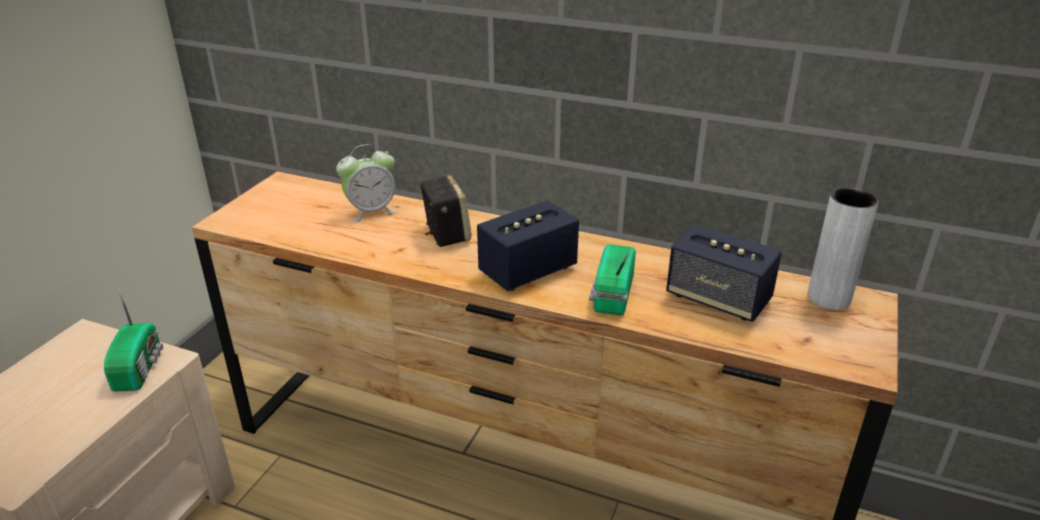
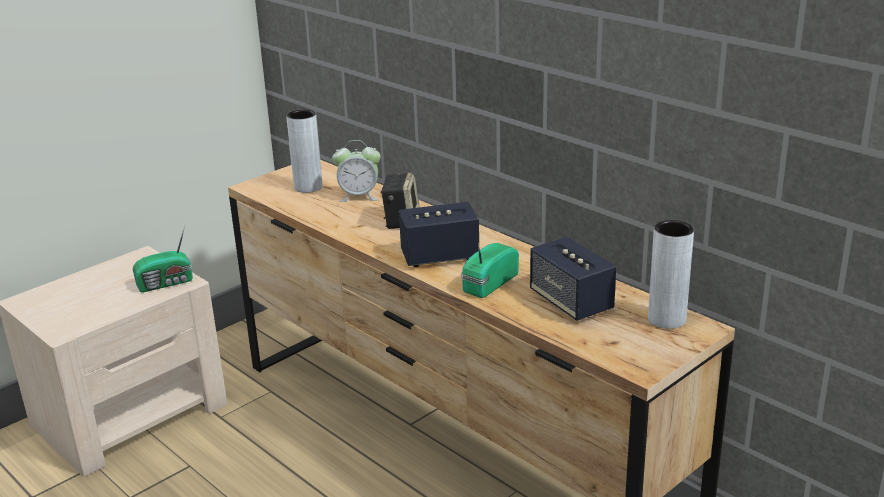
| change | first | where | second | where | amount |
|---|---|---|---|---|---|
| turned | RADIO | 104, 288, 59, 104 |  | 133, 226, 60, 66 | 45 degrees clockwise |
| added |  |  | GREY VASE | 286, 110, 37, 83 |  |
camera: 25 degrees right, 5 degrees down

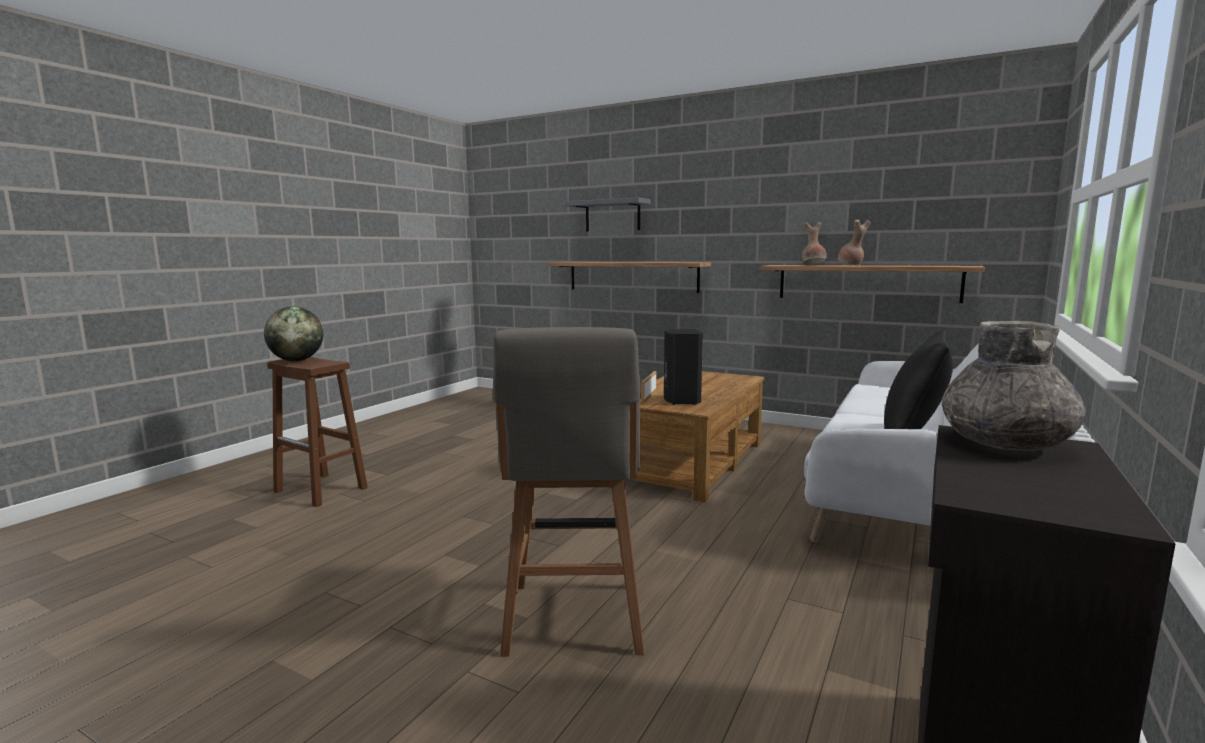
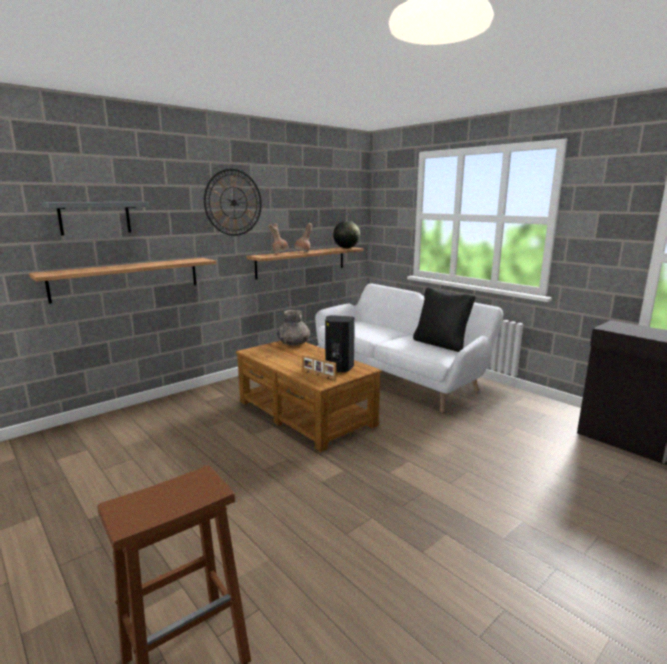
| change | first | where | second | where | amount |
|---|---|---|---|---|---|
| added |  |  | WALL CLOCK | 204, 169, 58, 67 |  |
| moved | GREY VASE | 942, 321, 144, 130 |  | 277, 310, 33, 36 |  |
| moved | GLOBE | 264, 306, 59, 55 |  | 333, 221, 27, 27 |  |
| removed | GREY STOOL | 493, 327, 151, 330 |  |  |  |
camera: 70 degrees left, 5 degrees up

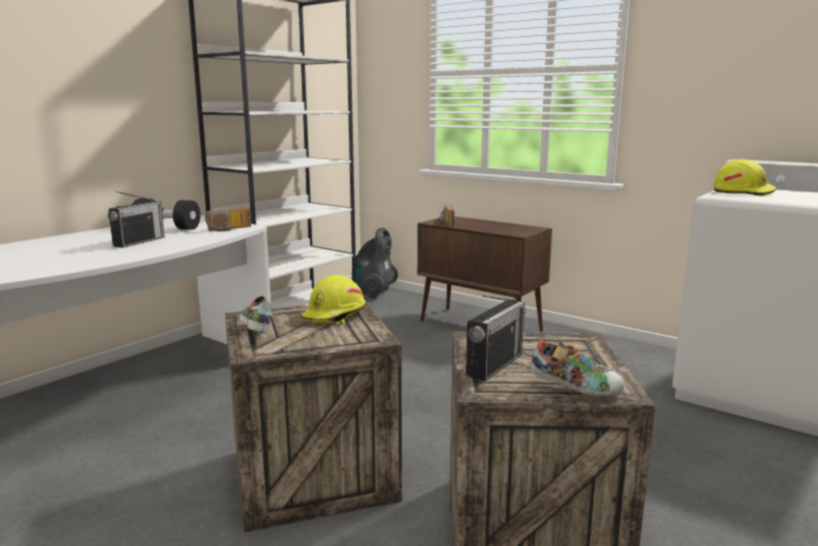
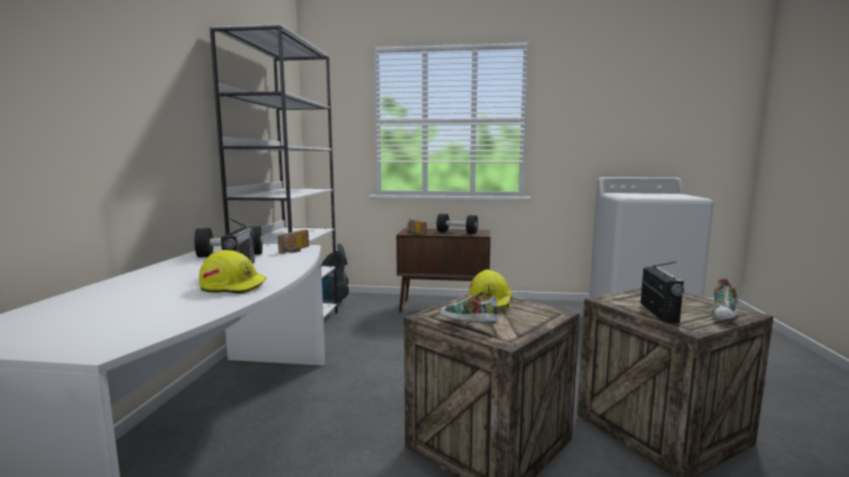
| change | first | where | second | where | amount |
|---|---|---|---|---|---|
| moved | YELLOW HARD HAT | 714, 159, 62, 37 |  | 199, 250, 67, 44 |  |
| added |  |  | BLACK DUMBBELL | 437, 214, 41, 20 |  |
| turned | SHOE | 530, 339, 94, 58 |  | 712, 278, 26, 43 | 135 degrees clockwise |
camera: 30 degrees left, 5 degrees down

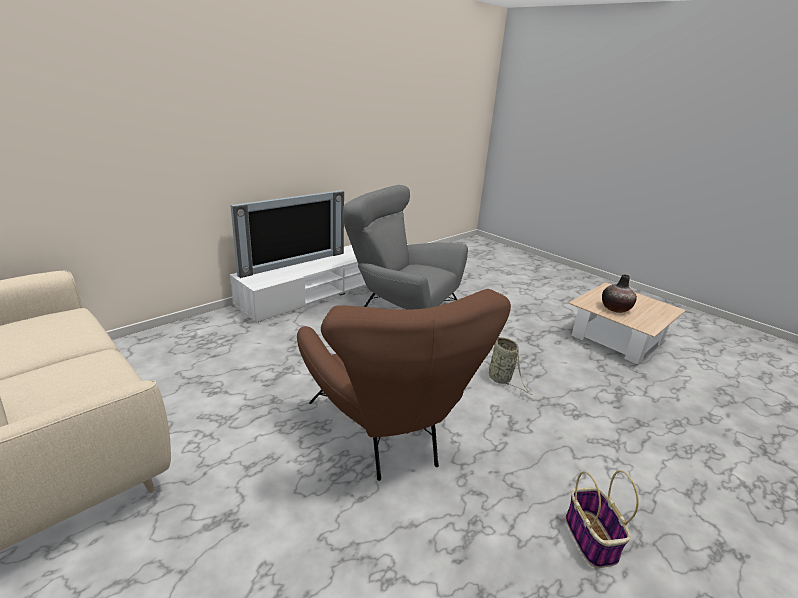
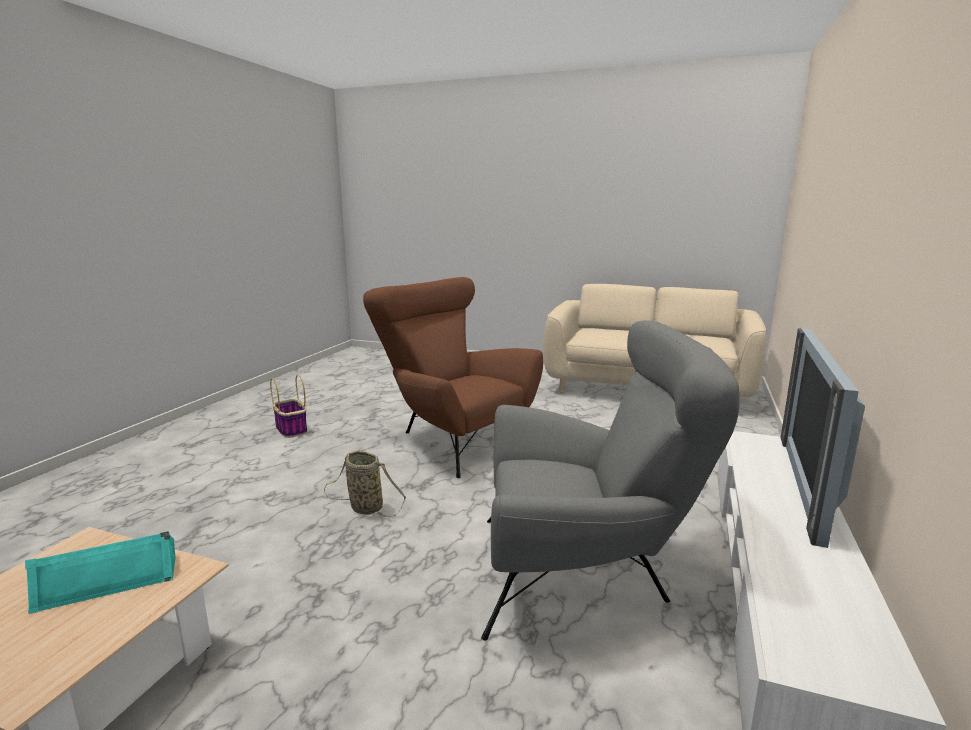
| change | first | where | second | where | amount |
|---|---|---|---|---|---|
| replaced | VASE | 602, 275, 35, 38 | TURQUOISE SPEAKER | 25, 531, 151, 83 |  |
camera: 155 degrees right, 10 degrees down

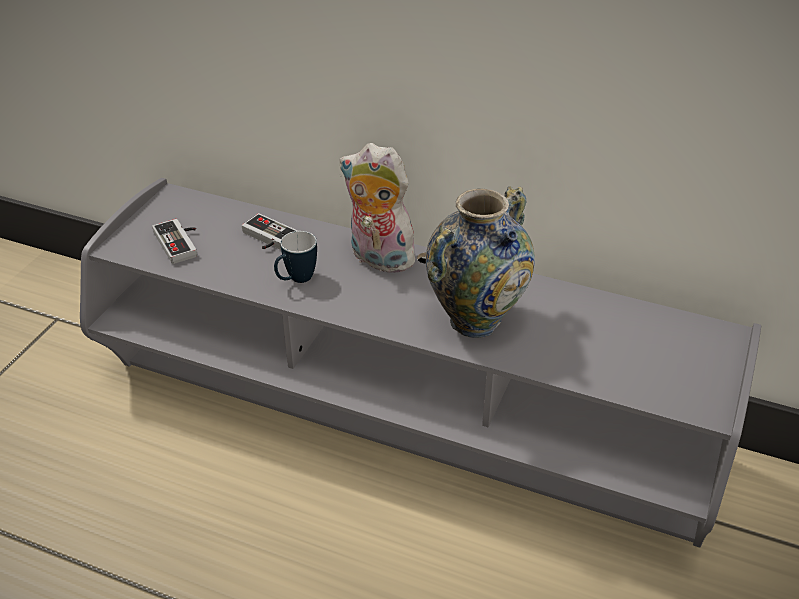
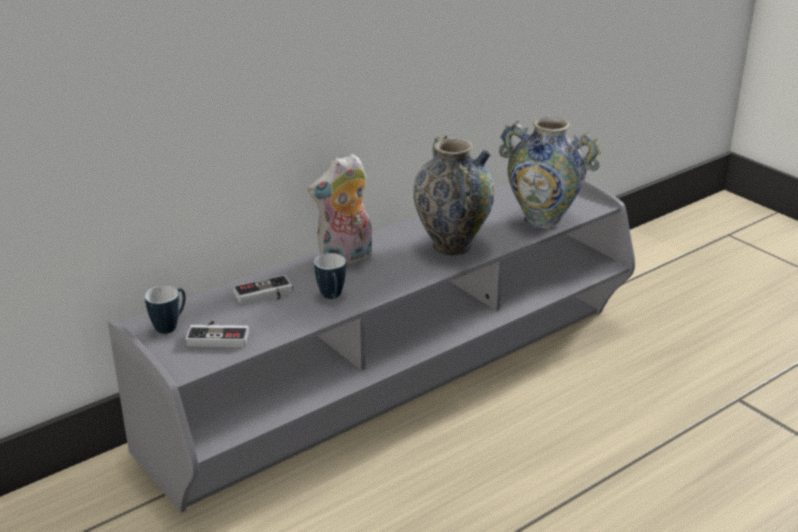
| change | first | where | second | where | amount |
|---|---|---|---|---|---|
| added |  |  | MUG | 145, 285, 41, 49 |  |
| added |  |  | VASE | 499, 116, 102, 113 |  |
camera: 60 degrees left, 10 degrees down

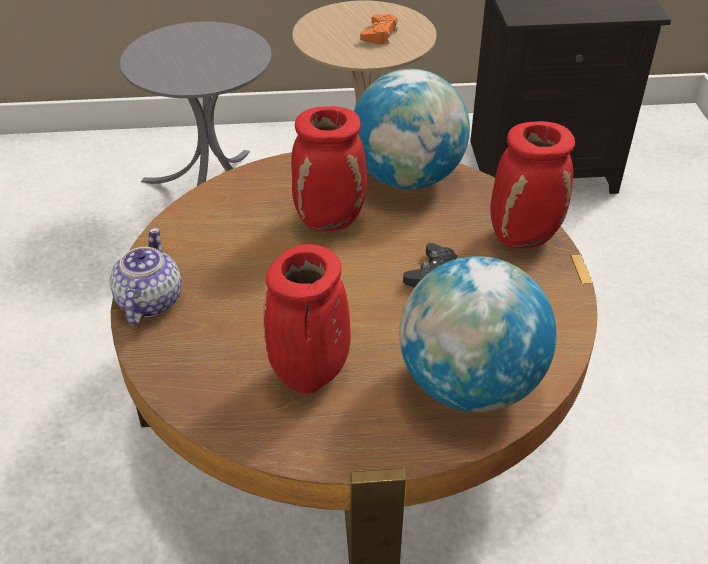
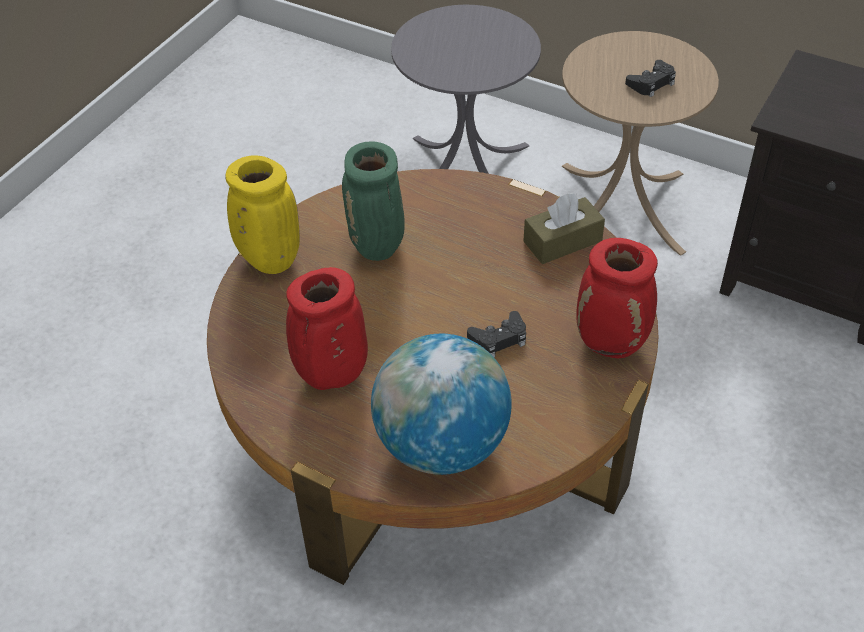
| change | first | where | second | where | amount |
|---|---|---|---|---|---|
| replaced | TEAPOT | 110, 228, 72, 97 | YELLOW VASE | 225, 155, 75, 119 |  |
| added |  |  | GREEN VASE | 342, 141, 63, 120 |  |
| replaced | GLOBE | 354, 69, 116, 120 | BROWN TISSUE BOX | 523, 193, 82, 71 |  |
| recoloured | ORANGE GAME CONTROLLER | 360, 14, 38, 30 | BLACK GAME CONTROLLER | 625, 60, 51, 37 |  |
| removed | RED VASE | 291, 106, 76, 125 |  |  |  |
camera: 35 degrees right, 5 degrees up

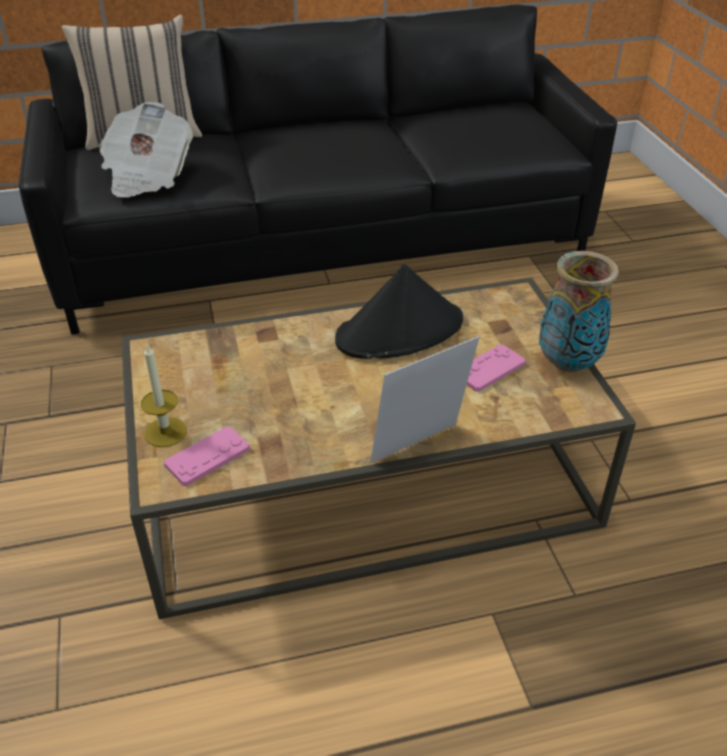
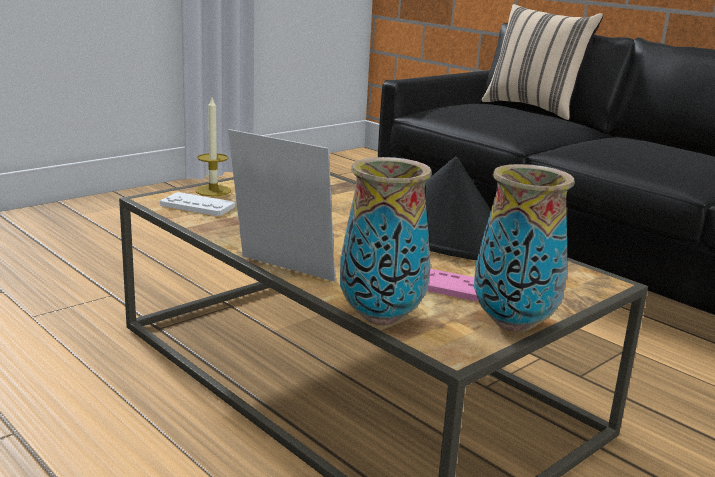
| change | first | where | second | where | amount |
|---|---|---|---|---|---|
| recoloured | PINK GAME CONTROLLER | 164, 426, 86, 60 | WHITE GAME CONTROLLER | 160, 192, 75, 24 |  |
| added |  |  | VASE | 340, 157, 92, 168 |  |
| removed | NEWSPAPER | 99, 102, 94, 95 |  |  |  |
camera: 60 degrees right, 20 degrees down

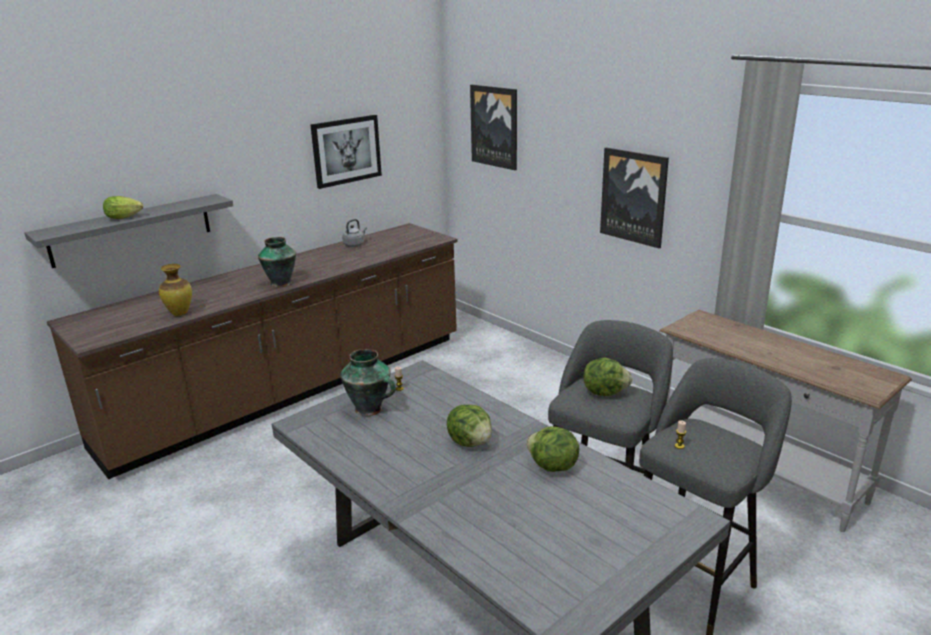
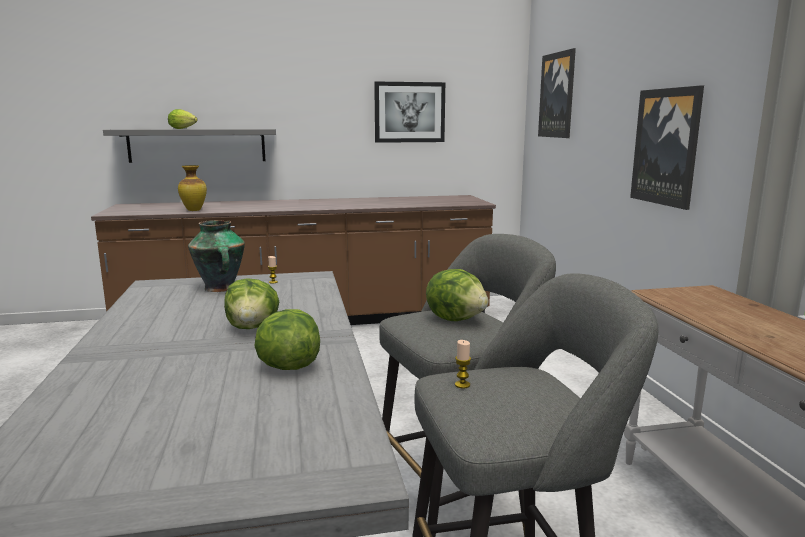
| change | first | where | second | where | amount |
|---|---|---|---|---|---|
| removed | VASE | 258, 237, 38, 50 |  |  |  |
| removed | GREY KETTLE | 342, 219, 25, 28 |  |  |  |
camera: 30 degrees right, 10 degrees down

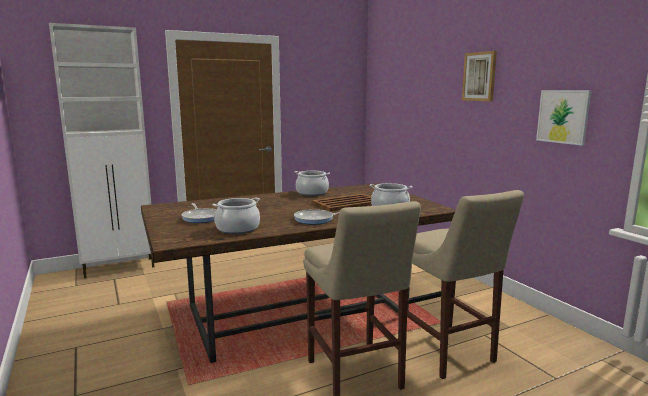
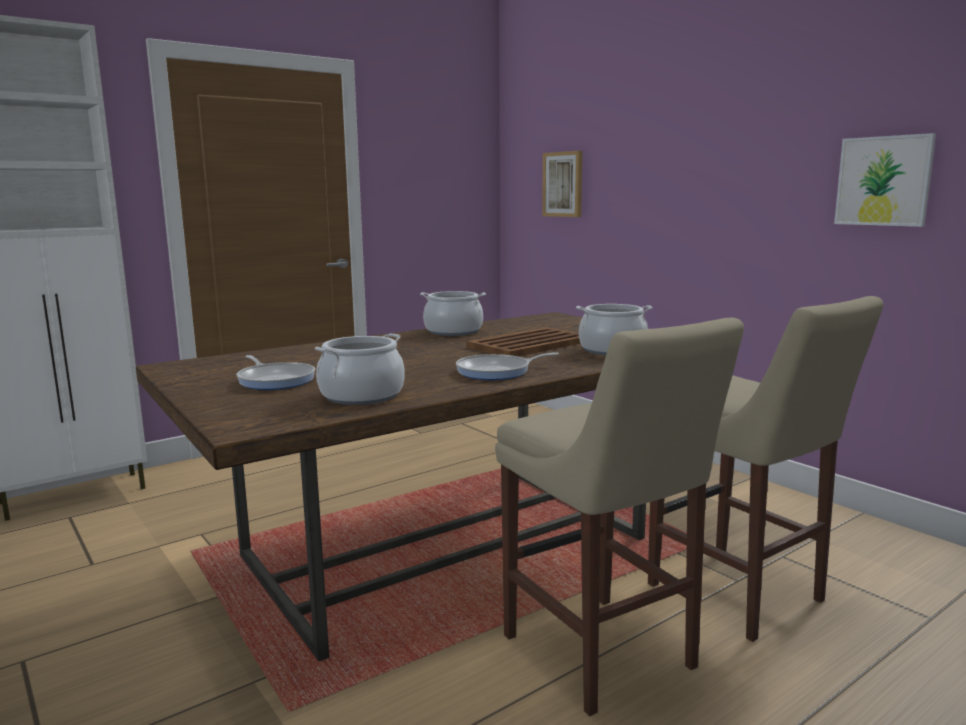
| change | first | where | second | where | amount |
|---|---|---|---|---|---|
| moved | PICTURE | 462, 51, 35, 50 |  | 542, 151, 40, 66 |  |
camera: 10 degrees left, 0 degrees up

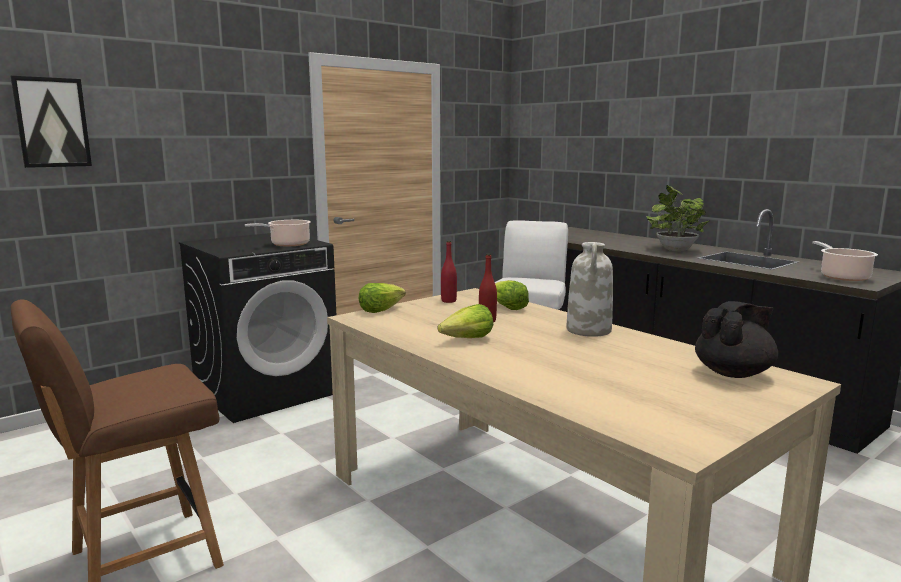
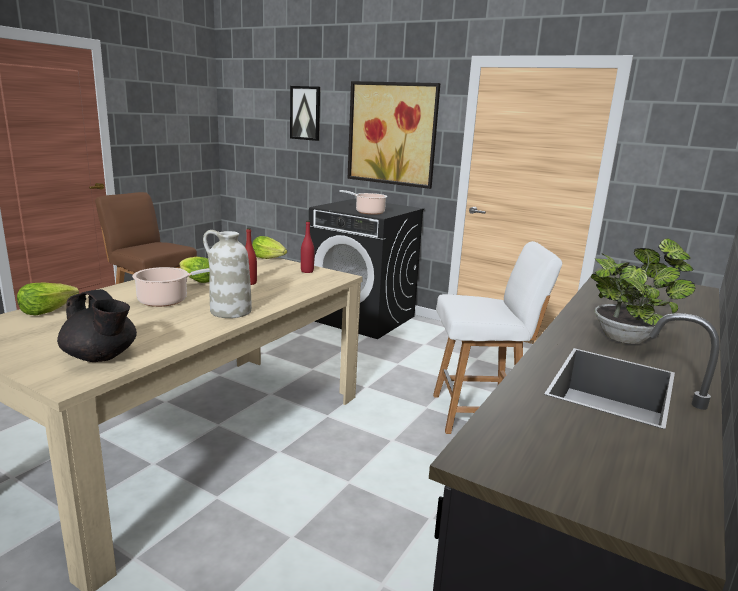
| change | first | where | second | where | amount |
|---|---|---|---|---|---|
| moved | LETTUCE | 495, 280, 34, 30 |  | 17, 282, 62, 34 |  |
| moved | COOKING POT | 813, 241, 65, 40 |  | 132, 267, 77, 40 |  |
| added |  |  | PICTURE | 348, 81, 92, 108 |  |
camera: 70 degrees right, 5 degrees up

